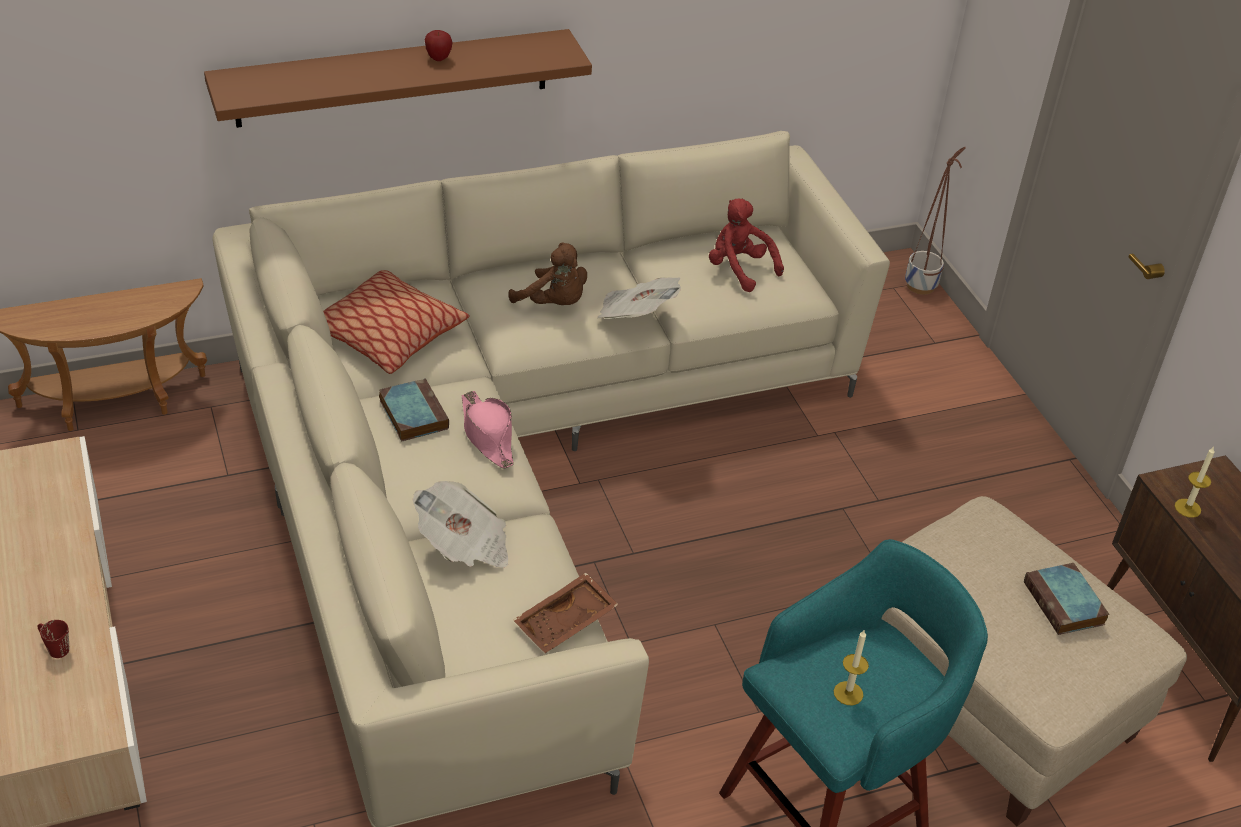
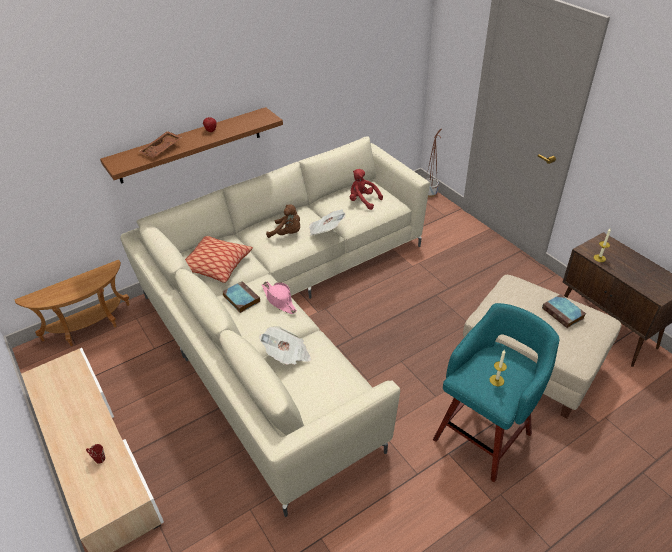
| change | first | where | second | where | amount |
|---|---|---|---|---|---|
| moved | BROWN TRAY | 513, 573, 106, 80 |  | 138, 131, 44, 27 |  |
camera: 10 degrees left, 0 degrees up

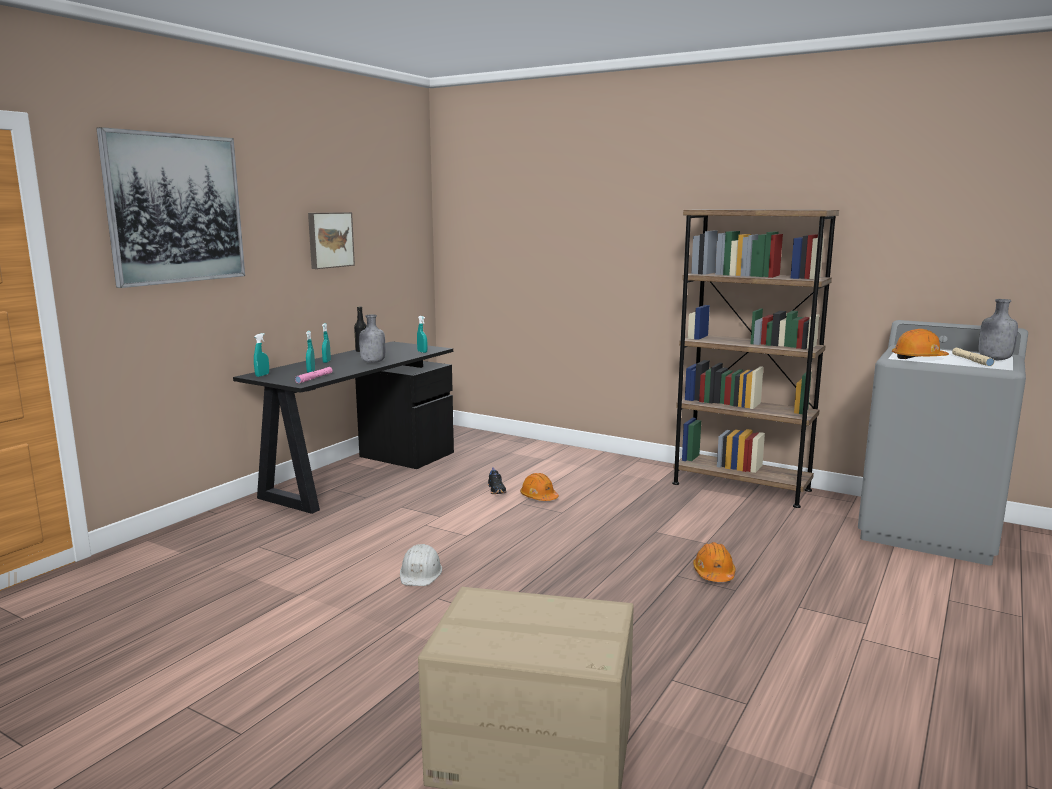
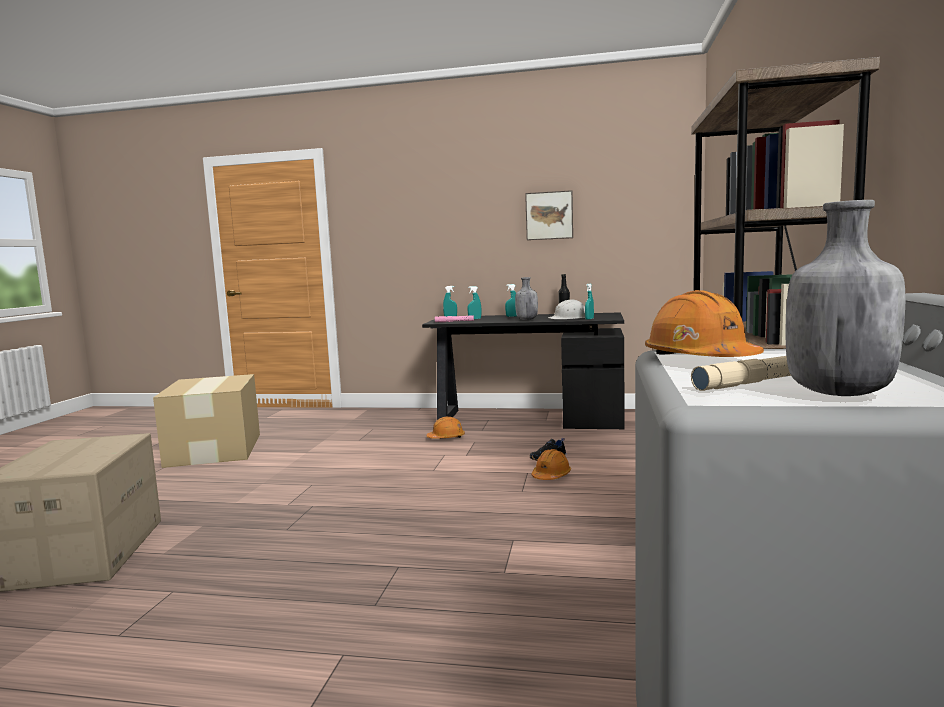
| change | first | where | second | where | amount |
|---|---|---|---|---|---|
| added |  |  | CARDBOARD BOX | 153, 374, 107, 94 |  |
| moved | ORANGE HARD HAT | 693, 542, 43, 40 |  | 426, 417, 39, 22 |  |
| moved | WHITE HARD HAT | 400, 544, 42, 42 |  | 548, 299, 37, 20 |  |
| removed | PICTURE | 96, 127, 149, 161 |  |  |  |
camera: 70 degrees right, 5 degrees down

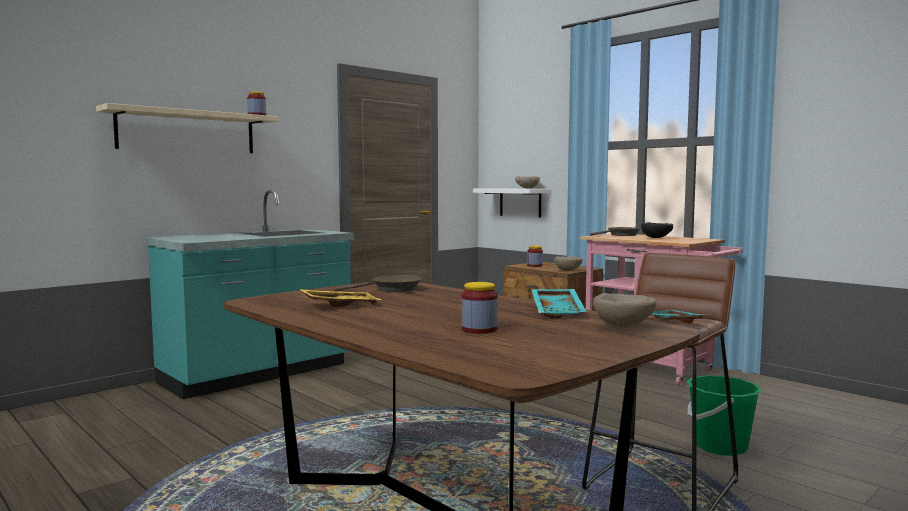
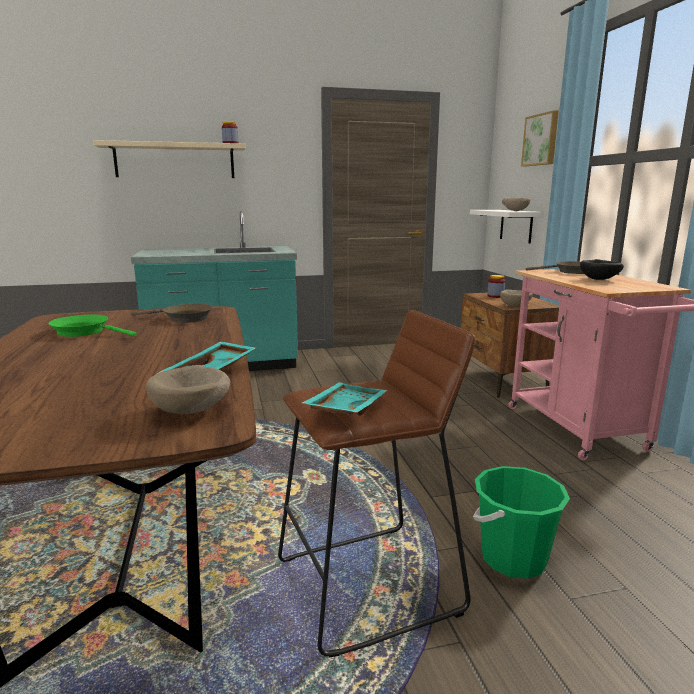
| change | first | where | second | where | amount |
|---|---|---|---|---|---|
| replaced | YELLOW TRAY | 299, 289, 82, 18 | GREEN FRYING PAN | 48, 315, 88, 22 |  |
| added |  |  | PICTURE | 521, 110, 38, 57 |  |
| removed | JAR | 461, 282, 37, 51 |  |  |  |
camera: 30 degrees right, 10 degrees up

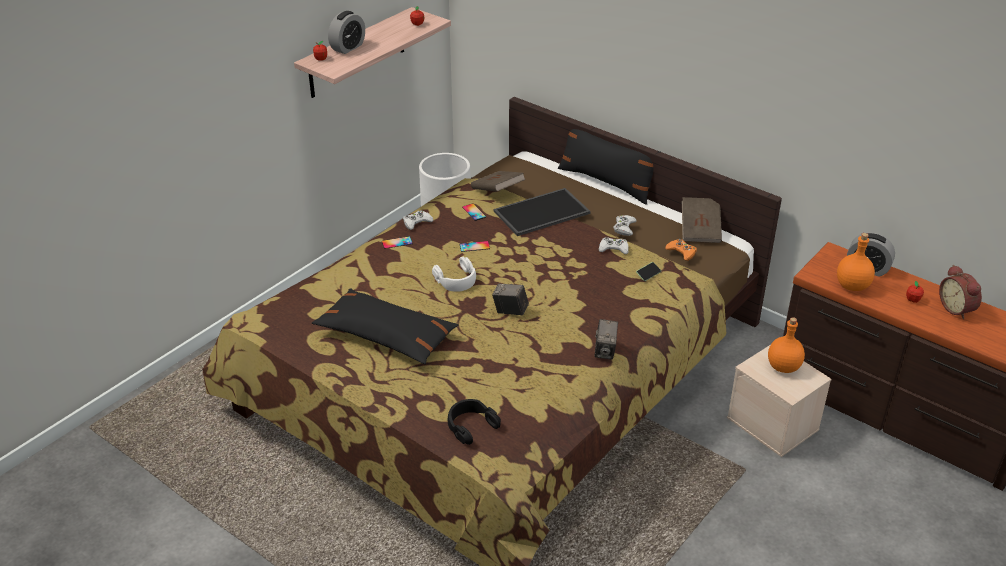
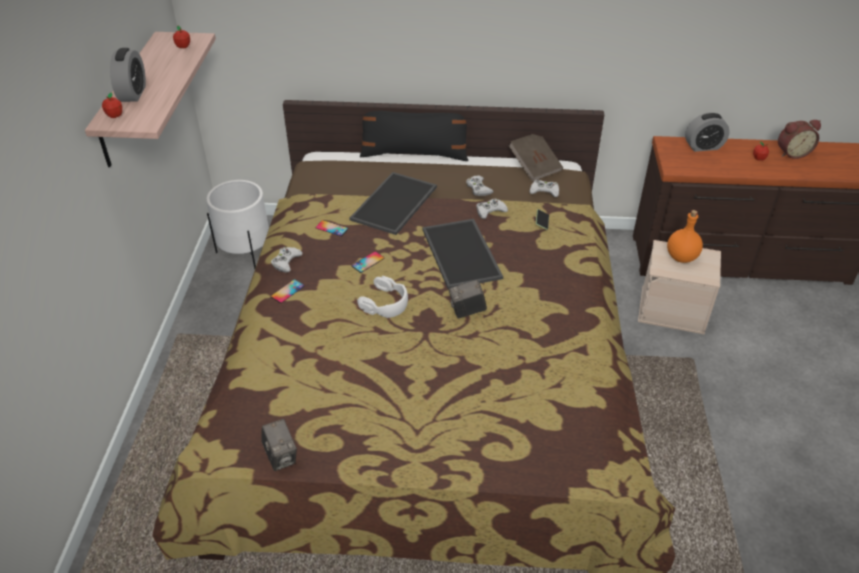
| change | first | where | second | where | amount |
|---|---|---|---|---|---|
| moved | PHOTO CAMERA | 594, 319, 24, 41 |  | 261, 419, 36, 52 |  |
| added |  |  | TRAY | 422, 219, 81, 70 |  |
| recoloured | ORANGE GAME CONTROLLER | 665, 239, 32, 22 | WHITE GAME CONTROLLER | 529, 180, 30, 17 |  |
| turned | ALARM CLOCK | 939, 265, 43, 54 |  | 778, 120, 43, 39 | 45 degrees counterclockwise |
| removed | BLACK PILLOW | 312, 288, 147, 76 |  |  |  |
| removed | BLACK HEADPHONES | 448, 399, 53, 46 |  |  |  |
| removed | BROWN BOOK | 471, 171, 55, 20 |  |  |  |
| removed | ORANGE BOTTLE | 837, 233, 38, 58 |  |  |  |
camera: 35 degrees left, 5 degrees up

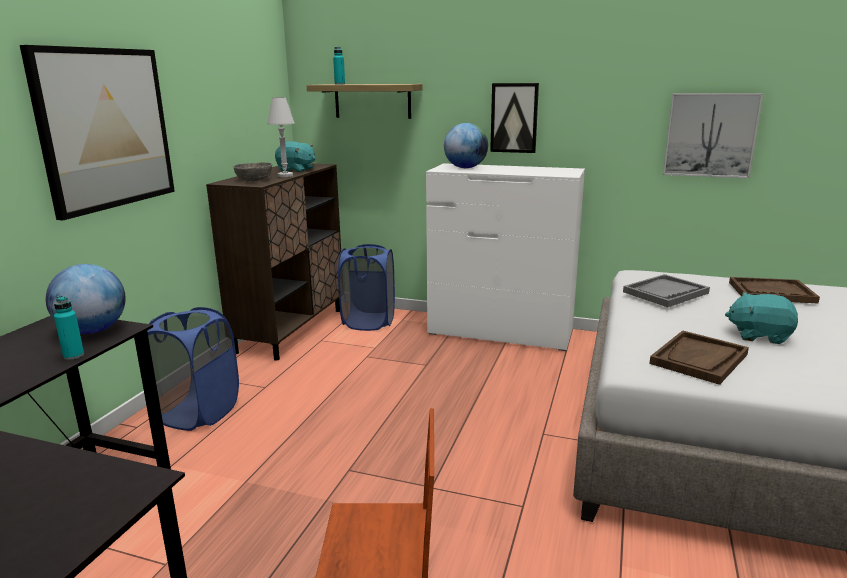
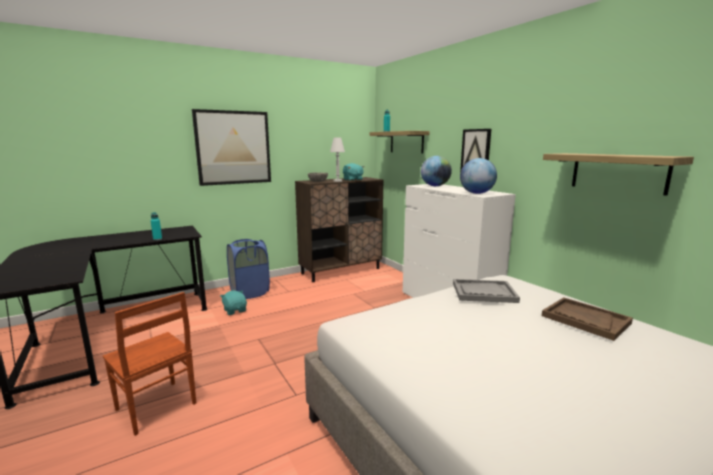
| change | first | where | second | where | amount |
|---|---|---|---|---|---|
| moved | TURQUOISE PLUSH TOY | 725, 292, 73, 52 |  | 220, 290, 27, 25 |  |
| moved | GLOBE | 46, 264, 80, 70 |  | 460, 158, 37, 36 |  |
| replaced | PICTURE | 663, 93, 100, 85 | SHELF | 543, 153, 151, 43 |  |
| removed | BLUE LAUNDRY BASKET | 338, 244, 57, 87 |  |  |  |
| removed | BROWN TRAY | 649, 330, 100, 55 |  |  |  |
camera: 40 degrees right, 5 degrees down

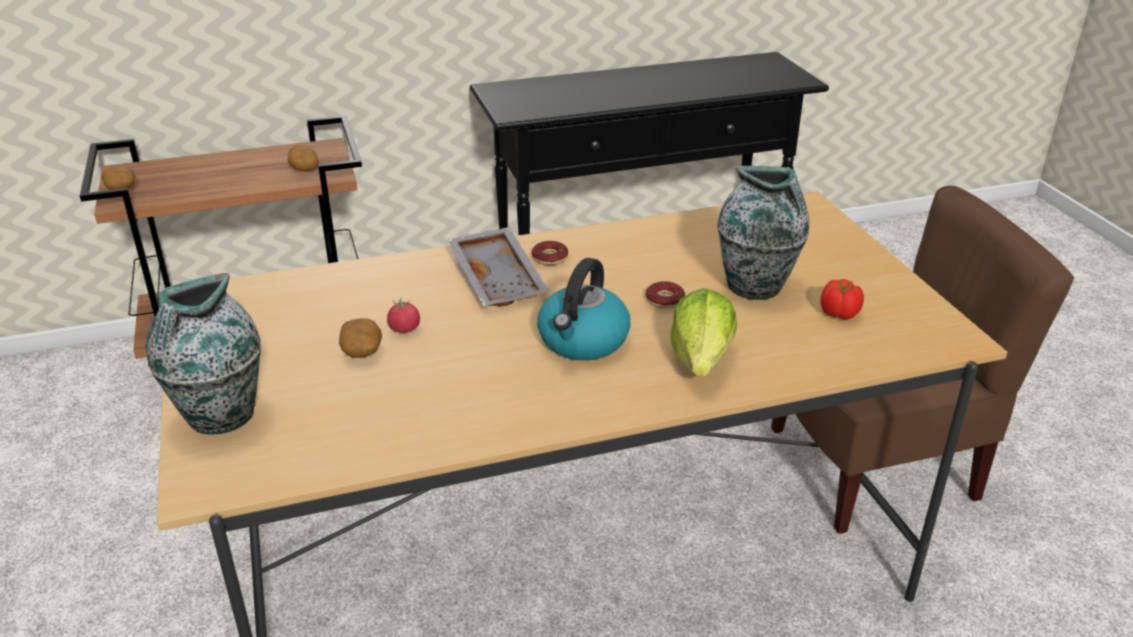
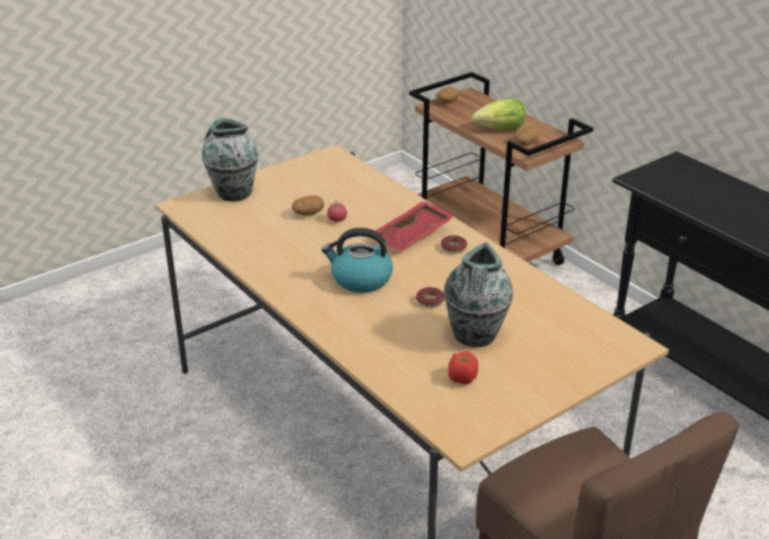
| change | first | where | second | where | amount |
|---|---|---|---|---|---|
| recoloured | GREY TRAY | 448, 227, 101, 80 | RED TRAY | 375, 201, 80, 51 |  |
| moved | LETTUCE | 670, 288, 67, 89 |  | 472, 98, 54, 32 |  |
camera: 70 degrees right, 0 degrees up

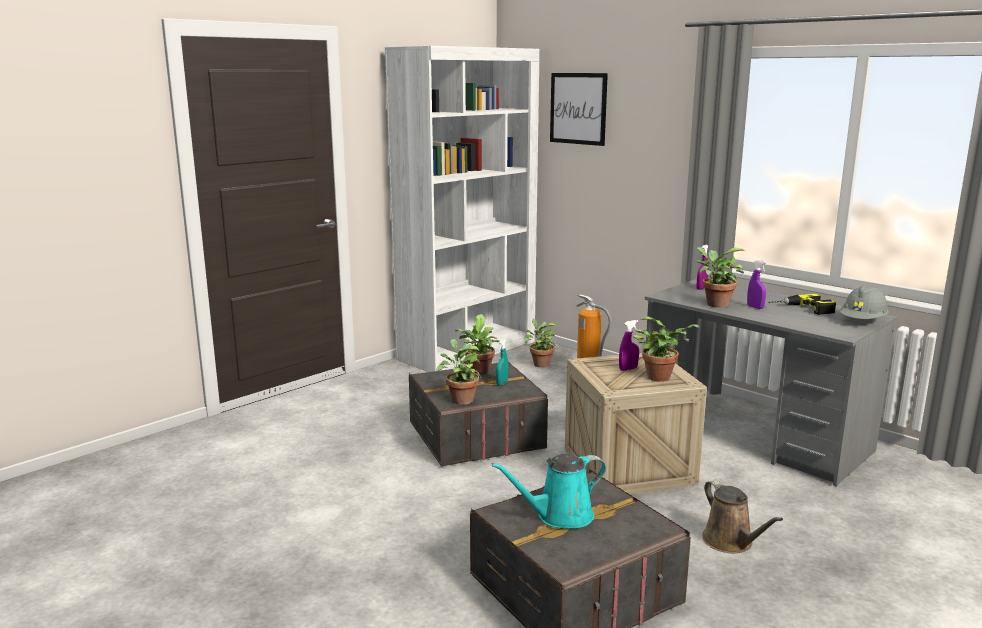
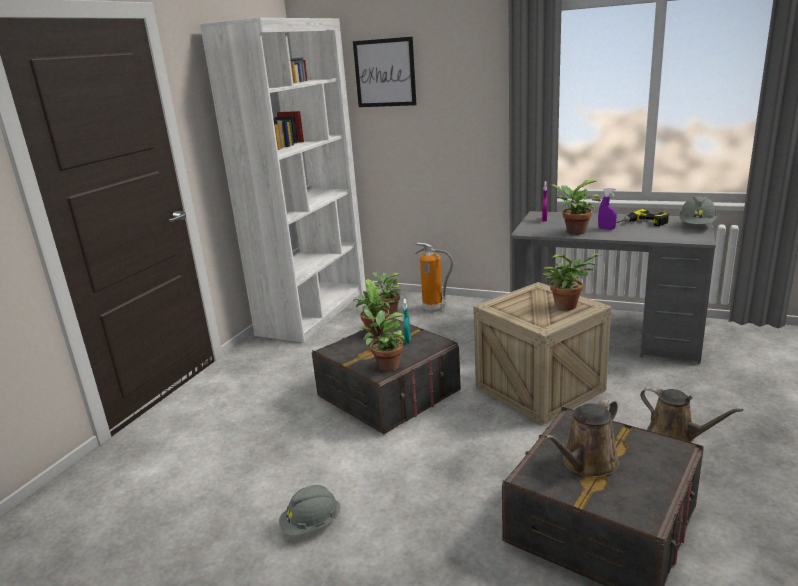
| change | first | where | second | where | amount |
|---|---|---|---|---|---|
| added |  |  | GREY HARD HAT | 279, 485, 61, 51 |  |
| recoloured | TURQUOISE WATERING CAN | 491, 454, 115, 75 | BROWN WATERING CAN | 544, 398, 76, 80 |  |
| removed | PURPLE SPRAY BOTTLE | 619, 320, 20, 51 |  |  |  |
camera: 20 degrees left, 5 degrees up

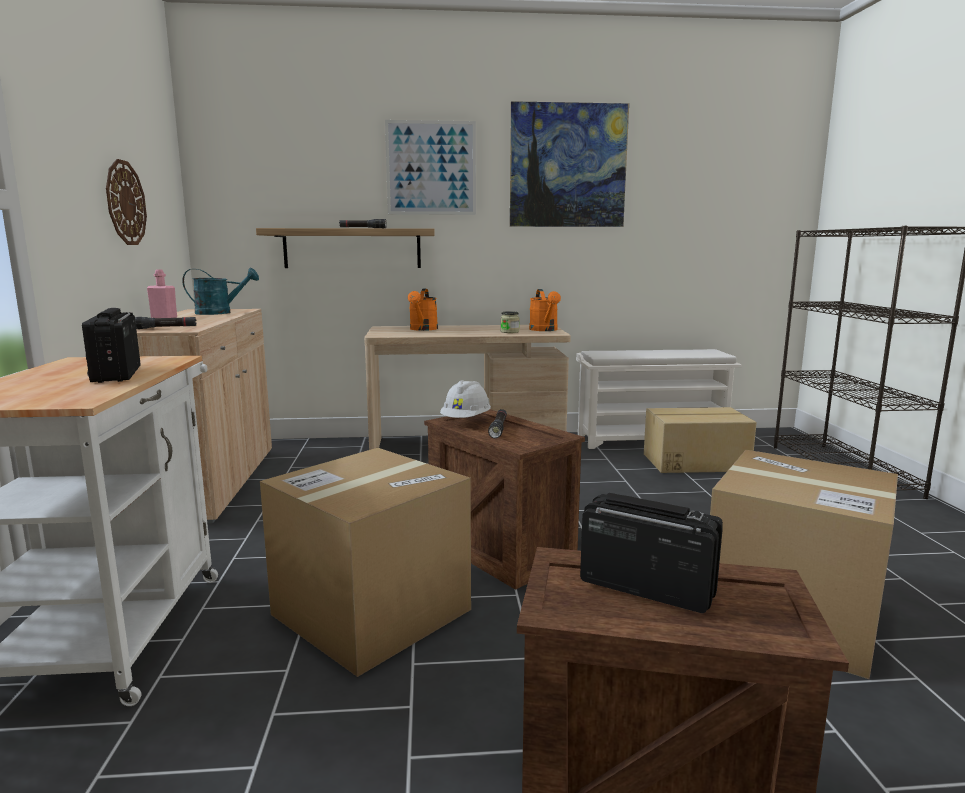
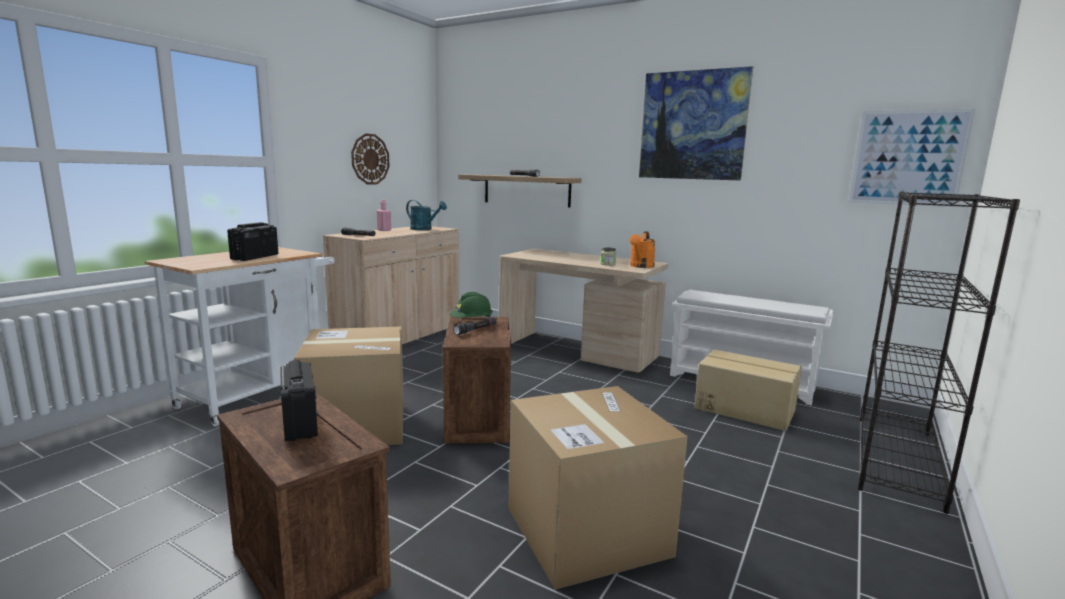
| change | first | where | second | where | amount |
|---|---|---|---|---|---|
| recoloured | WHITE HARD HAT | 440, 380, 51, 38 | GREEN HARD HAT | 450, 292, 43, 27 |  |
| moved | PICTURE | 385, 120, 91, 95 |  | 849, 108, 127, 99 |  |
| removed | ORANGE WATERING CAN | 408, 289, 30, 42 |  |  |  |
camera: 35 degrees right, 0 degrees up

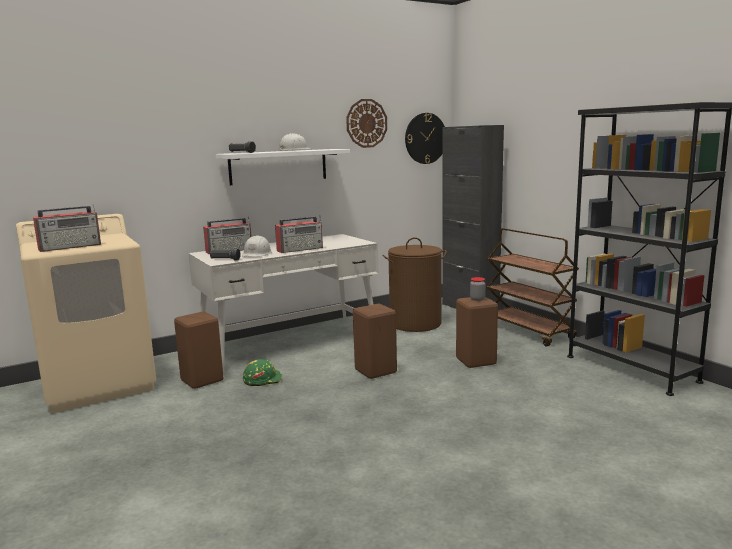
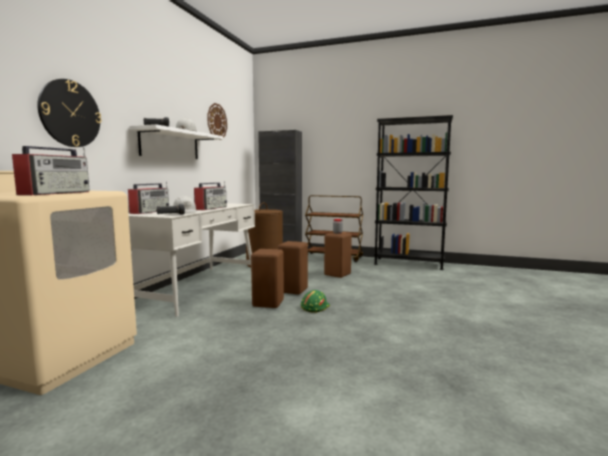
| change | first | where | second | where | amount |
|---|---|---|---|---|---|
| moved | WALL CLOCK | 405, 113, 40, 51 |  | 37, 79, 65, 68 |  |
| moved | BROWN STOOL | 174, 312, 49, 77 |  | 251, 249, 33, 59 |  |
| moved | GREEN HARD HAT | 243, 359, 39, 27 |  | 301, 290, 29, 23 |  |
camera: 40 degrees left, 5 degrees down

